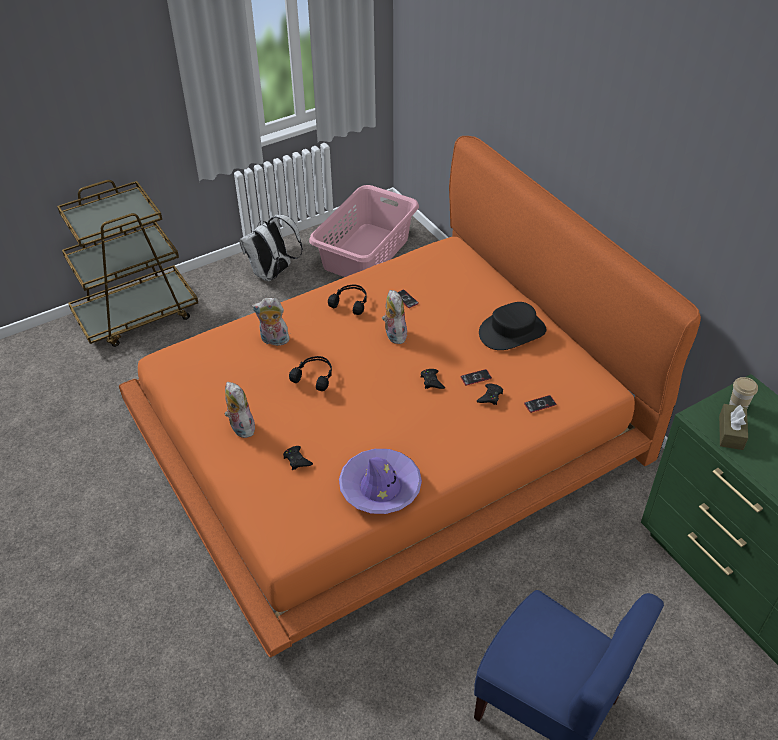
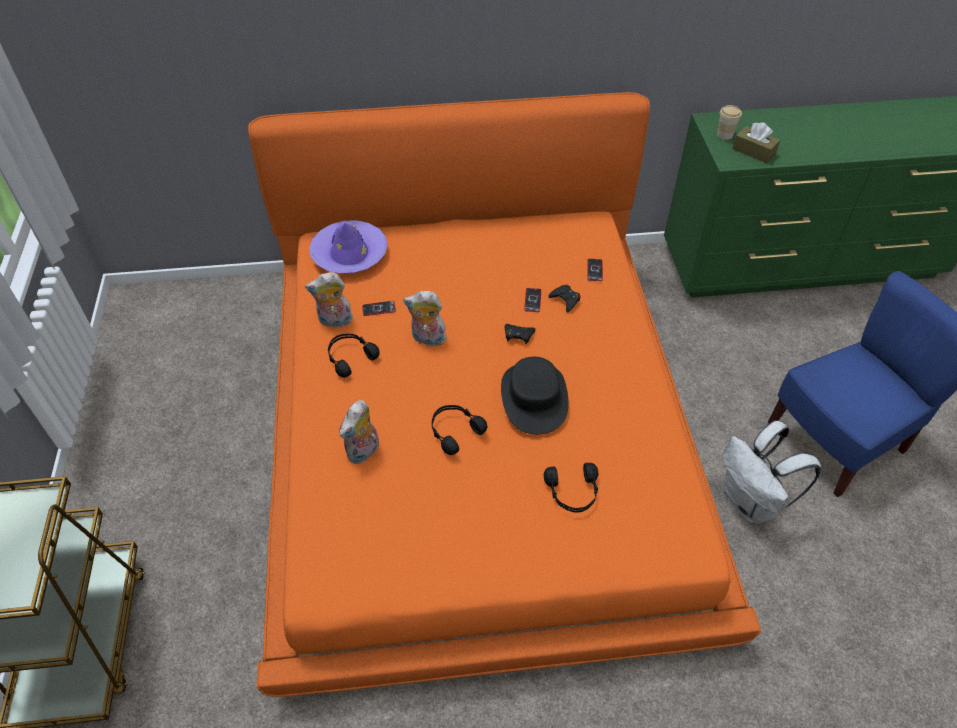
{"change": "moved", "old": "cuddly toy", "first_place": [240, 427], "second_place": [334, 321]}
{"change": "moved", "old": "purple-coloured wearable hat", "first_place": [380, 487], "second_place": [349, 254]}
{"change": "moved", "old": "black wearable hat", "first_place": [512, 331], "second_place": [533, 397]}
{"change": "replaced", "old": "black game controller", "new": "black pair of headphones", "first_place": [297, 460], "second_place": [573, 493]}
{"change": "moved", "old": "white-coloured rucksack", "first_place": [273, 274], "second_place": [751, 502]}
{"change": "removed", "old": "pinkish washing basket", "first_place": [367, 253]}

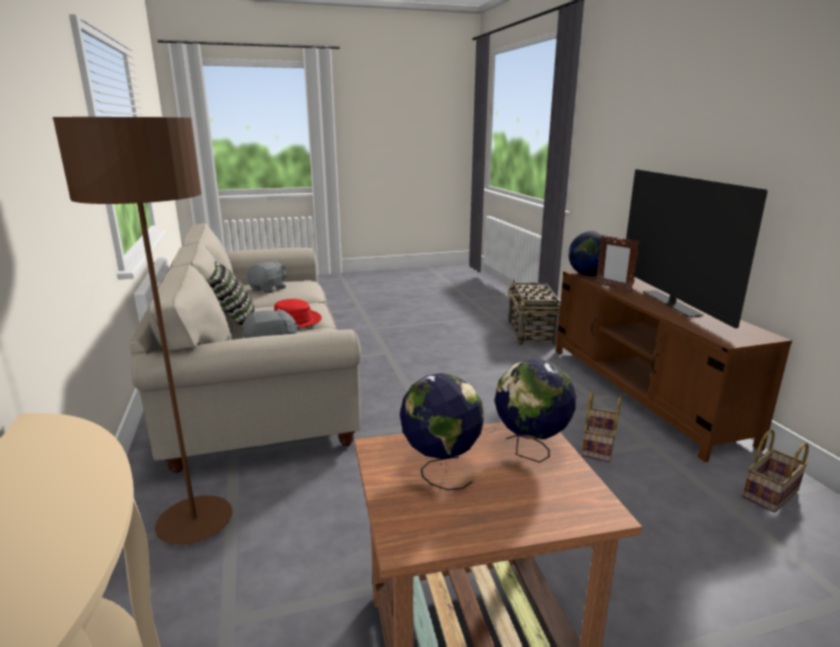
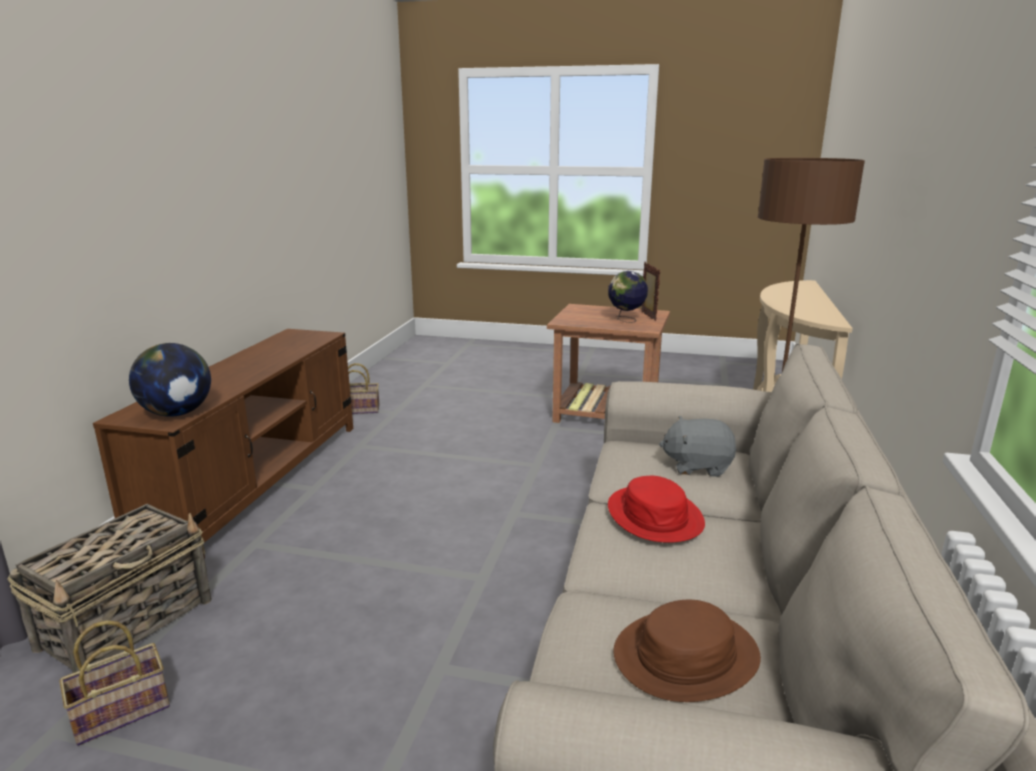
{"change": "moved", "old": "basket", "first_place": [599, 447], "second_place": [123, 710]}
{"change": "replaced", "old": "greyish cuddly toy", "new": "brown wearable hat", "first_place": [269, 289], "second_place": [686, 656]}
{"change": "moved", "old": "picture frame", "first_place": [613, 287], "second_place": [648, 316]}
{"change": "removed", "old": "pillow", "first_place": [235, 326]}
{"change": "removed", "old": "desk globe", "first_place": [530, 452]}
{"change": "removed", "old": "television", "first_place": [671, 303]}

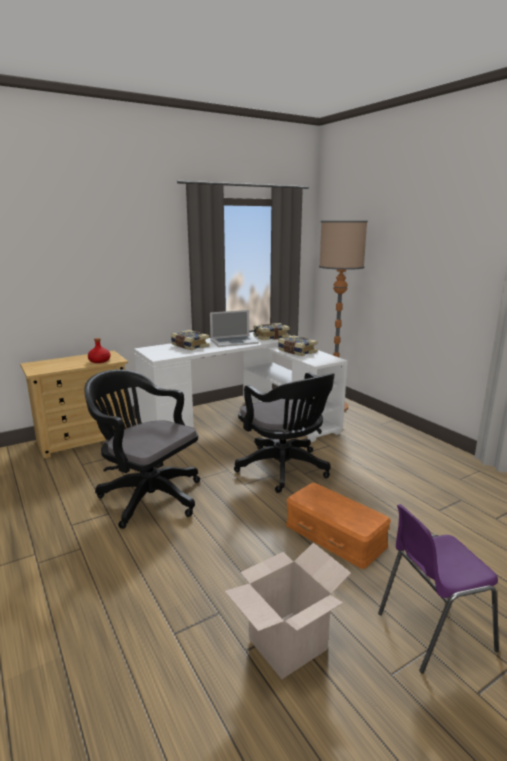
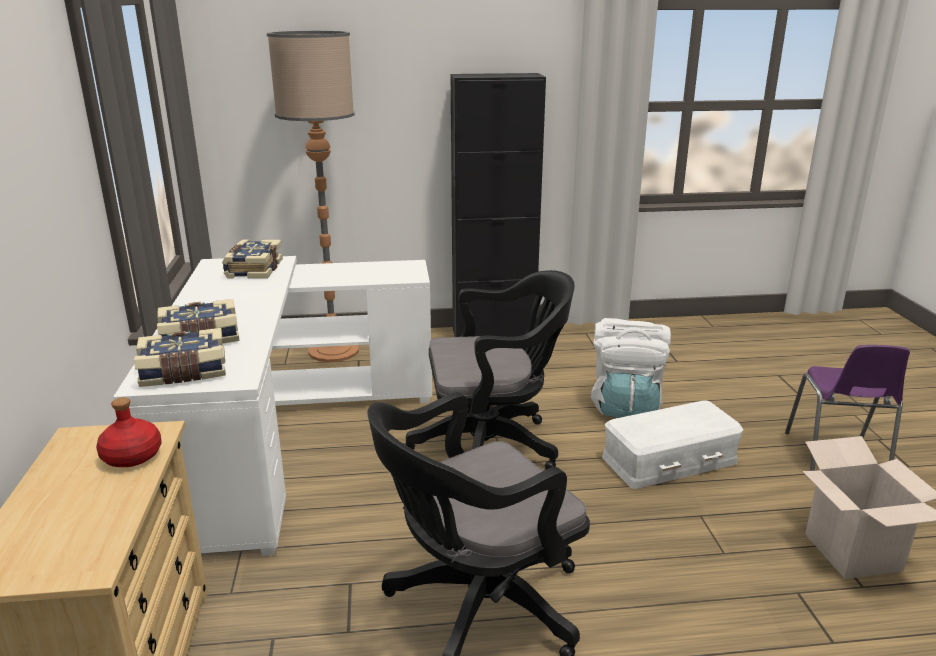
{"change": "moved", "old": "volume", "first_place": [296, 352], "second_place": [184, 372]}
{"change": "added", "new": "black cupboard", "second_place": [493, 333]}
{"change": "added", "new": "white-coloured rucksack", "second_place": [625, 406]}
{"change": "recoloured", "old": "orange storage container", "new": "white-coloured storage container", "first_place": [334, 535], "second_place": [670, 460]}
{"change": "removed", "old": "notebook computer", "first_place": [234, 341]}

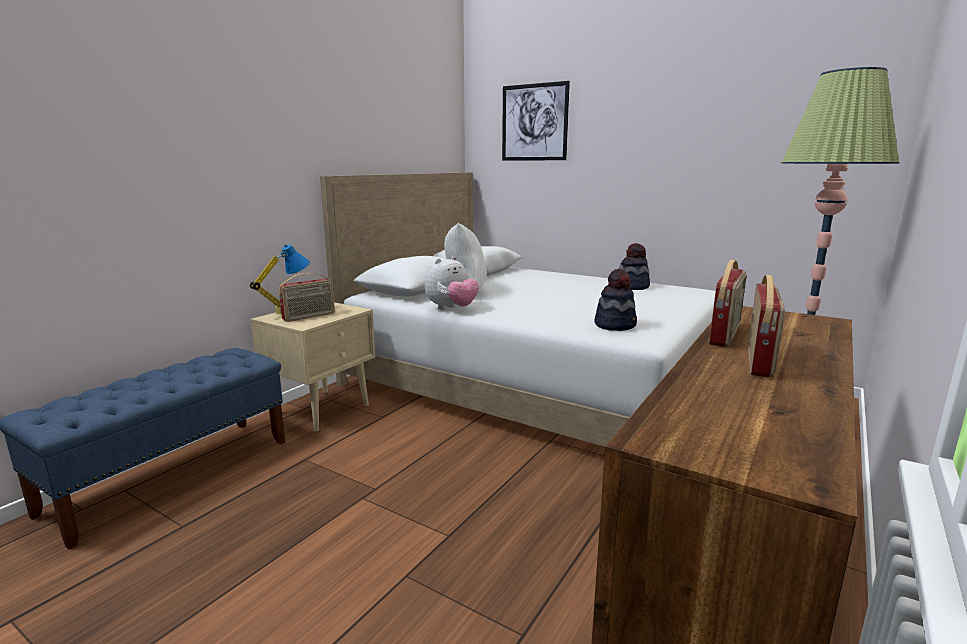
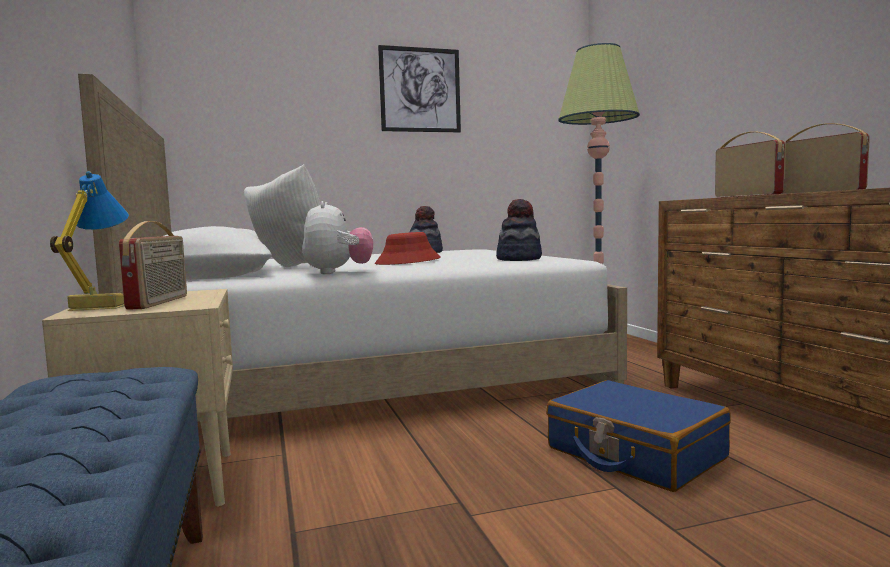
{"change": "added", "new": "reddish wearable hat", "second_place": [408, 262]}
{"change": "moved", "old": "wall picture", "first_place": [534, 122], "second_place": [420, 90]}
{"change": "added", "new": "blue-coloured suitcase", "second_place": [634, 454]}

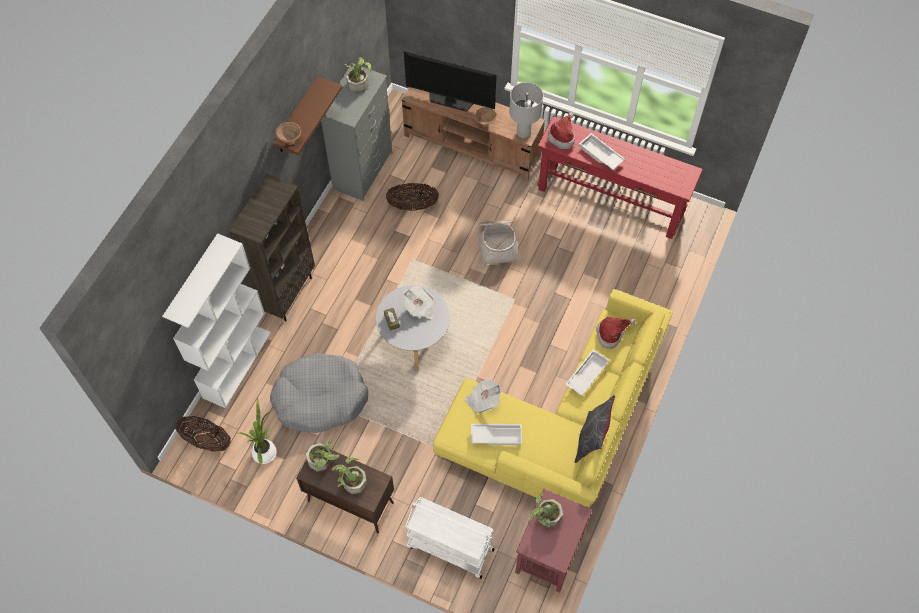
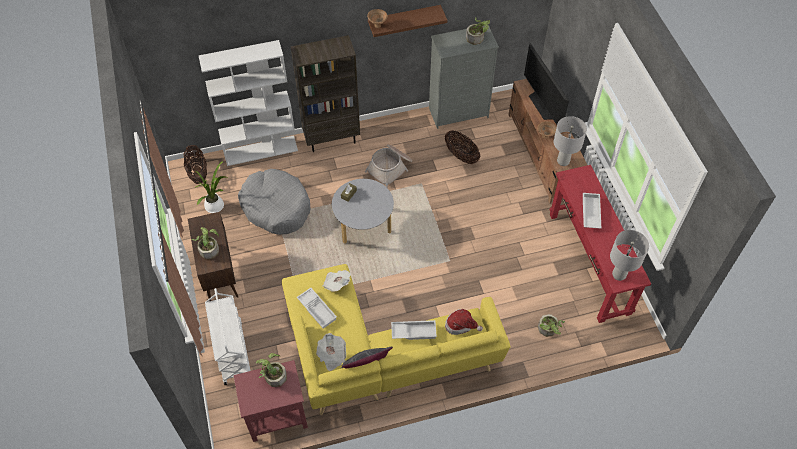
{"change": "moved", "old": "newspaper", "first_place": [420, 307], "second_place": [332, 356]}
{"change": "moved", "old": "basket", "first_place": [497, 244], "second_place": [390, 168]}
{"change": "moved", "old": "plant in a pot", "first_place": [323, 461], "second_place": [548, 330]}
{"change": "added", "new": "greyish table lamp", "second_place": [618, 274]}
{"change": "removed", "old": "wearable hat", "first_place": [562, 136]}

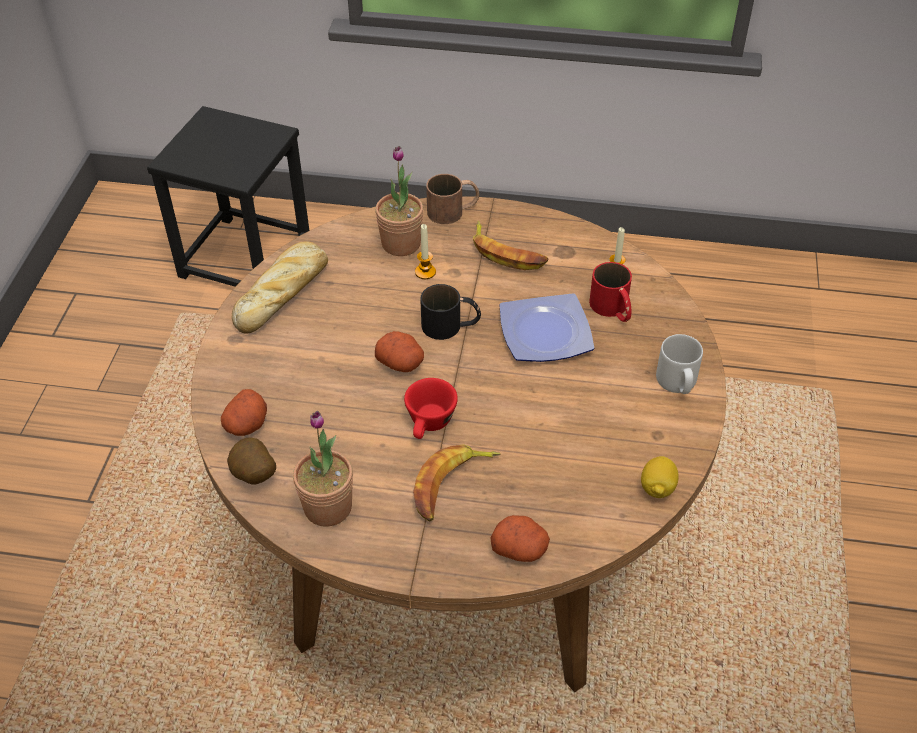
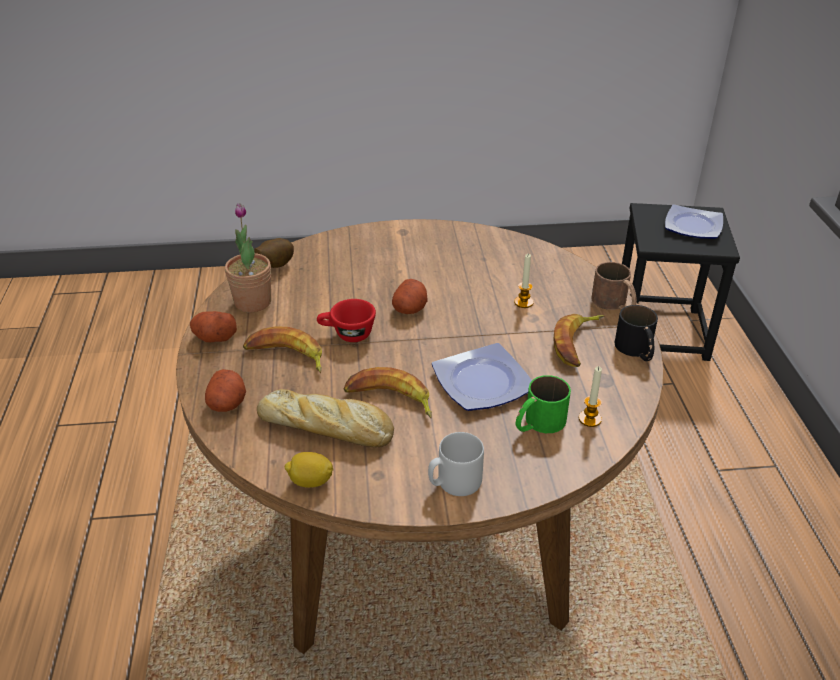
{"change": "moved", "old": "potato", "first_place": [247, 424], "second_place": [214, 337]}
{"change": "moved", "old": "bread", "first_place": [283, 292], "second_place": [328, 427]}
{"change": "added", "new": "banana fruit", "second_place": [390, 399]}
{"change": "recoloured", "old": "reddish tea mug", "new": "greenish tea mug", "first_place": [613, 309], "second_place": [538, 423]}
{"change": "moved", "old": "black tea mug", "first_place": [451, 325], "second_place": [637, 351]}
{"change": "added", "new": "dinner plate", "second_place": [691, 226]}
{"change": "removed", "old": "plant in a pot", "first_place": [401, 244]}

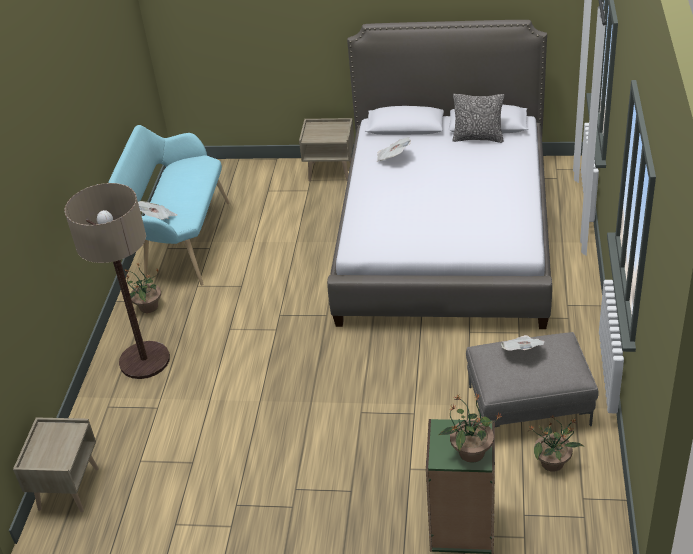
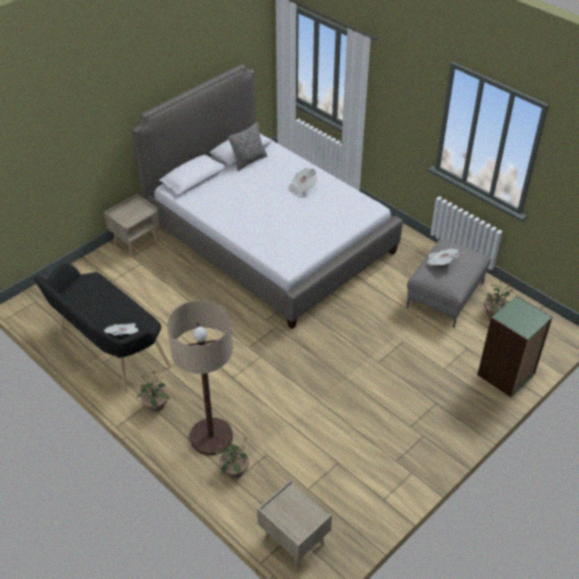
{"change": "recoloured", "old": "turquoise long seat", "new": "black long seat", "first_place": [182, 242], "second_place": [108, 351]}
{"change": "moved", "old": "plant in a pot", "first_place": [470, 452], "second_place": [234, 471]}
{"change": "moved", "old": "newspaper", "first_place": [393, 157], "second_place": [302, 188]}

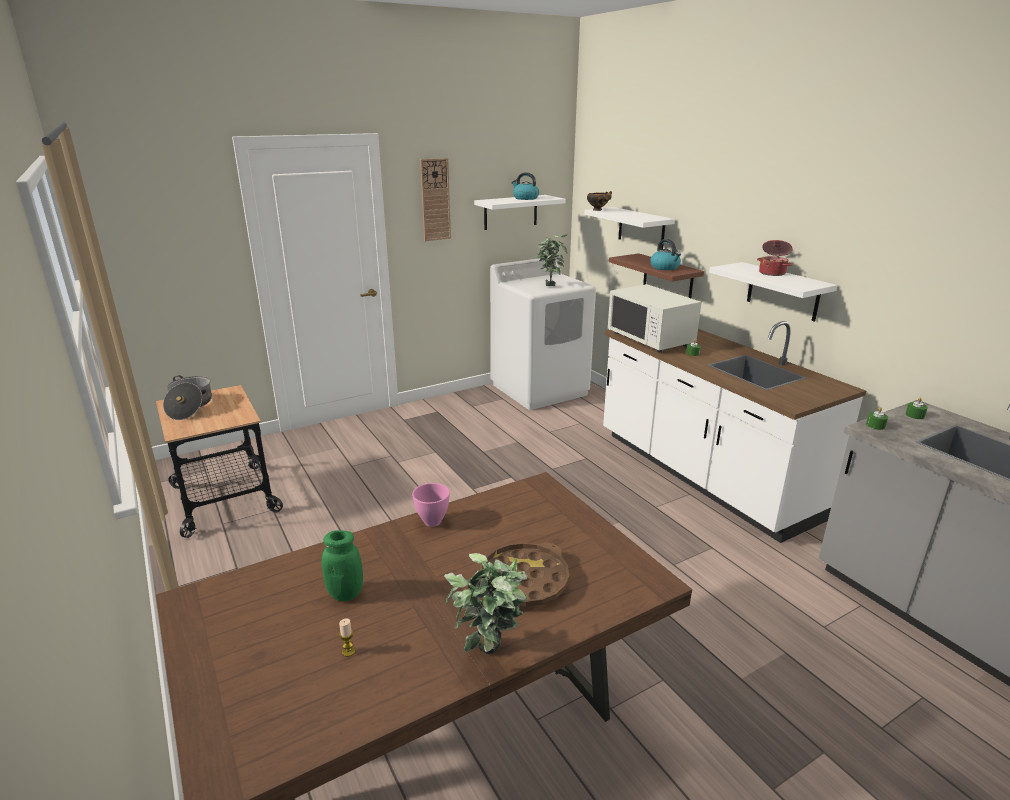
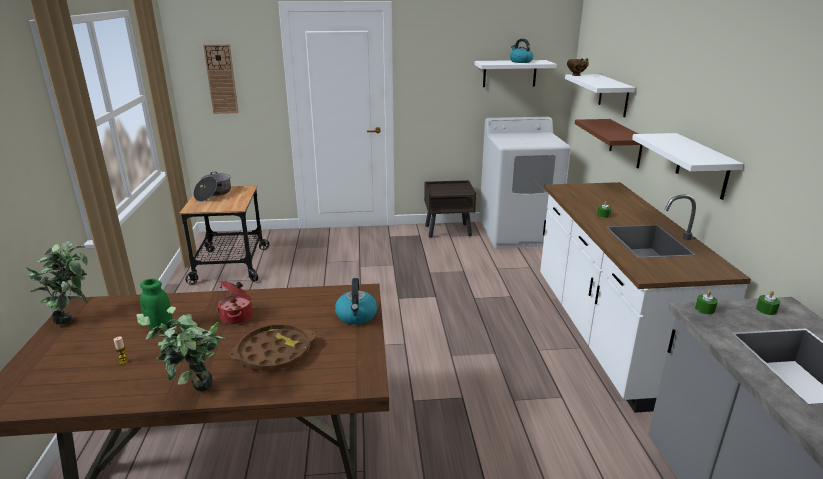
{"change": "moved", "old": "plant in a pot", "first_place": [550, 285], "second_place": [74, 318]}
{"change": "moved", "old": "hanging clock", "first_place": [435, 200], "second_place": [221, 79]}
{"change": "moved", "old": "saucepot", "first_place": [772, 273], "second_place": [238, 317]}
{"change": "moved", "old": "tea kettle", "first_place": [665, 267], "second_place": [356, 316]}
{"change": "added", "new": "brown nightstand", "second_place": [448, 230]}
{"change": "removed", "old": "pinkish deep dish", "first_place": [432, 521]}
{"change": "removed", "old": "white-coloured microwave", "first_place": [651, 339]}

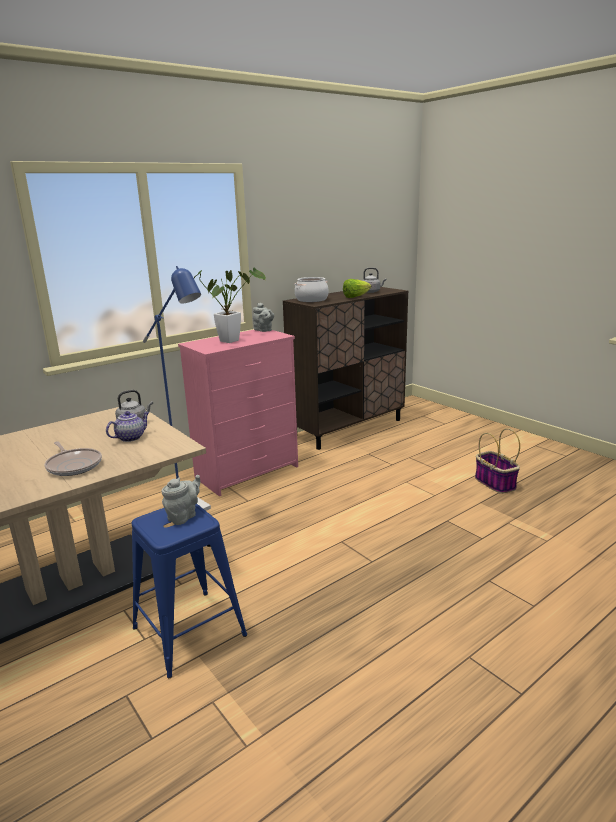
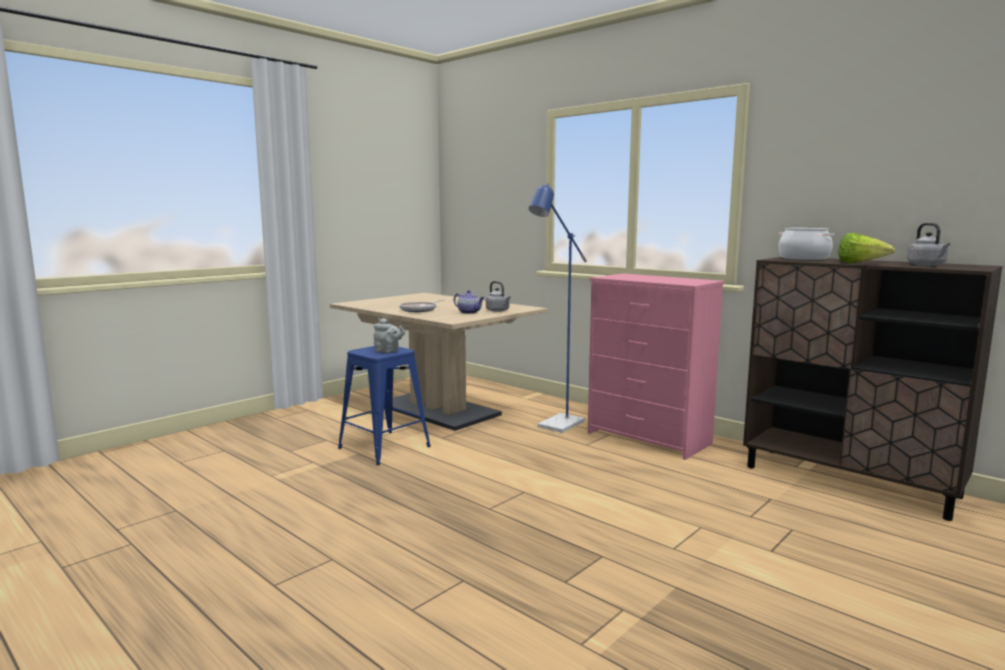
{"change": "removed", "old": "plant in a pot", "first_place": [232, 340]}
{"change": "removed", "old": "greyish pot for tea", "first_place": [264, 330]}
{"change": "removed", "old": "basket", "first_place": [494, 483]}

